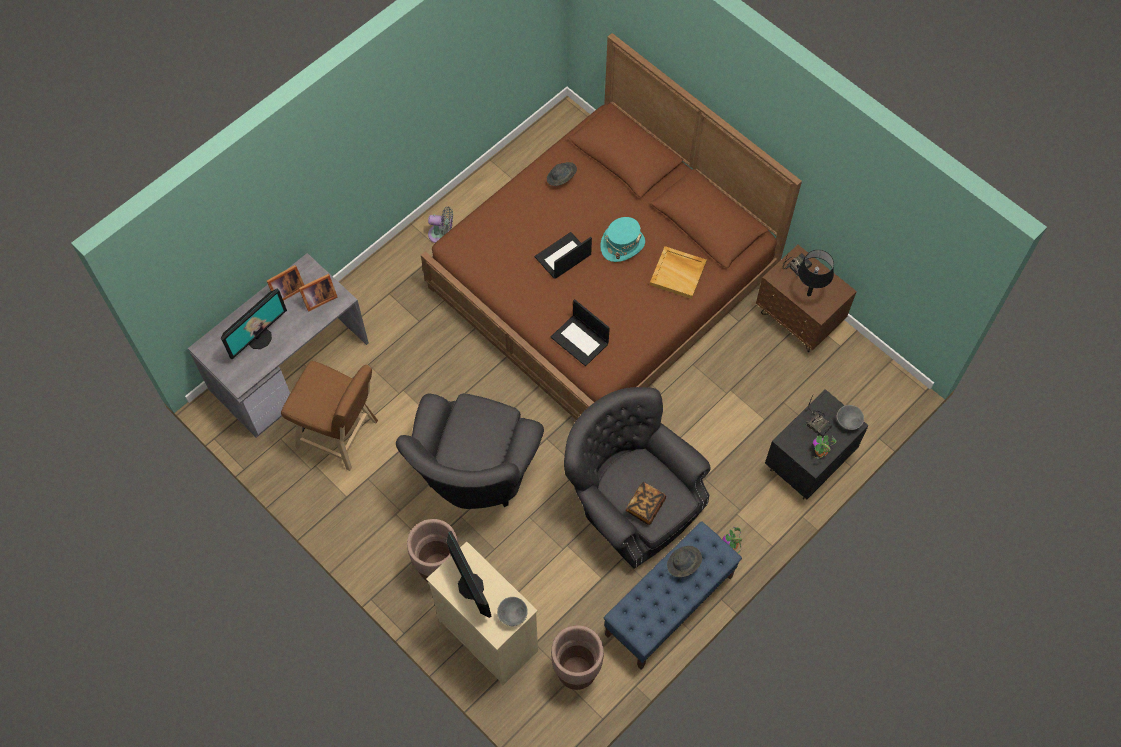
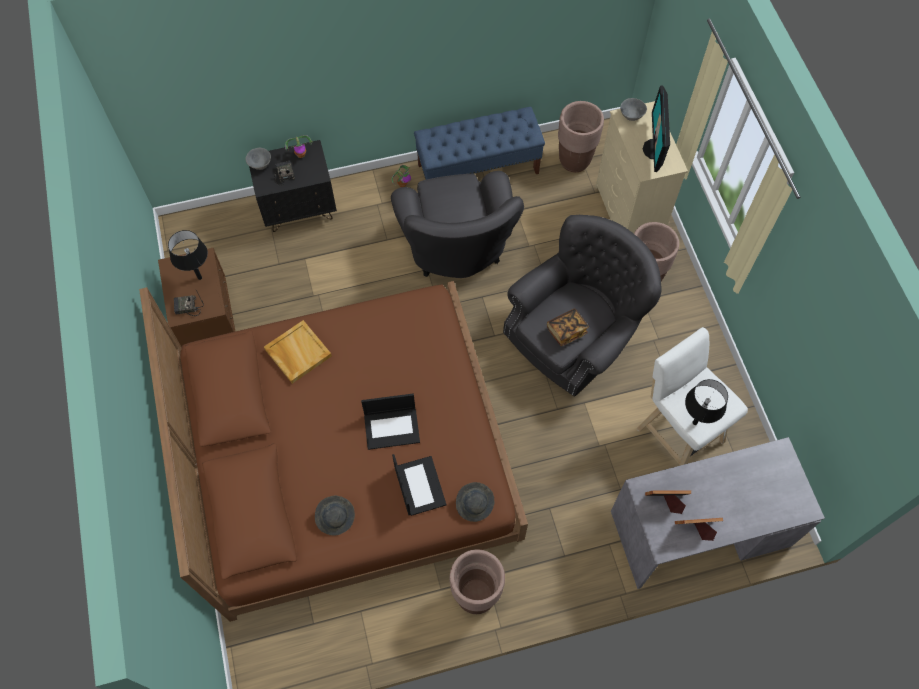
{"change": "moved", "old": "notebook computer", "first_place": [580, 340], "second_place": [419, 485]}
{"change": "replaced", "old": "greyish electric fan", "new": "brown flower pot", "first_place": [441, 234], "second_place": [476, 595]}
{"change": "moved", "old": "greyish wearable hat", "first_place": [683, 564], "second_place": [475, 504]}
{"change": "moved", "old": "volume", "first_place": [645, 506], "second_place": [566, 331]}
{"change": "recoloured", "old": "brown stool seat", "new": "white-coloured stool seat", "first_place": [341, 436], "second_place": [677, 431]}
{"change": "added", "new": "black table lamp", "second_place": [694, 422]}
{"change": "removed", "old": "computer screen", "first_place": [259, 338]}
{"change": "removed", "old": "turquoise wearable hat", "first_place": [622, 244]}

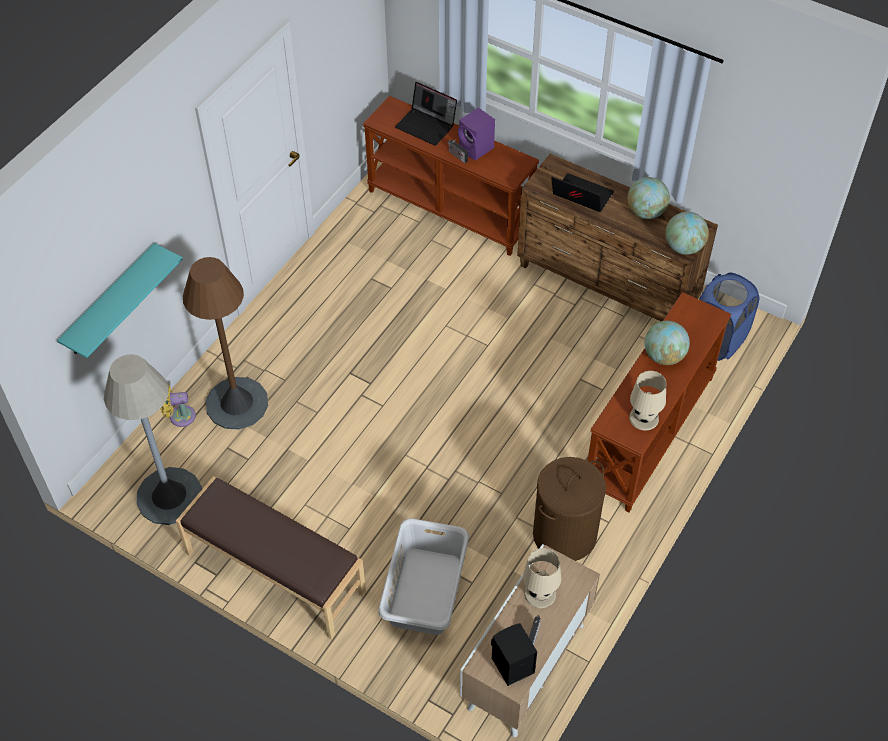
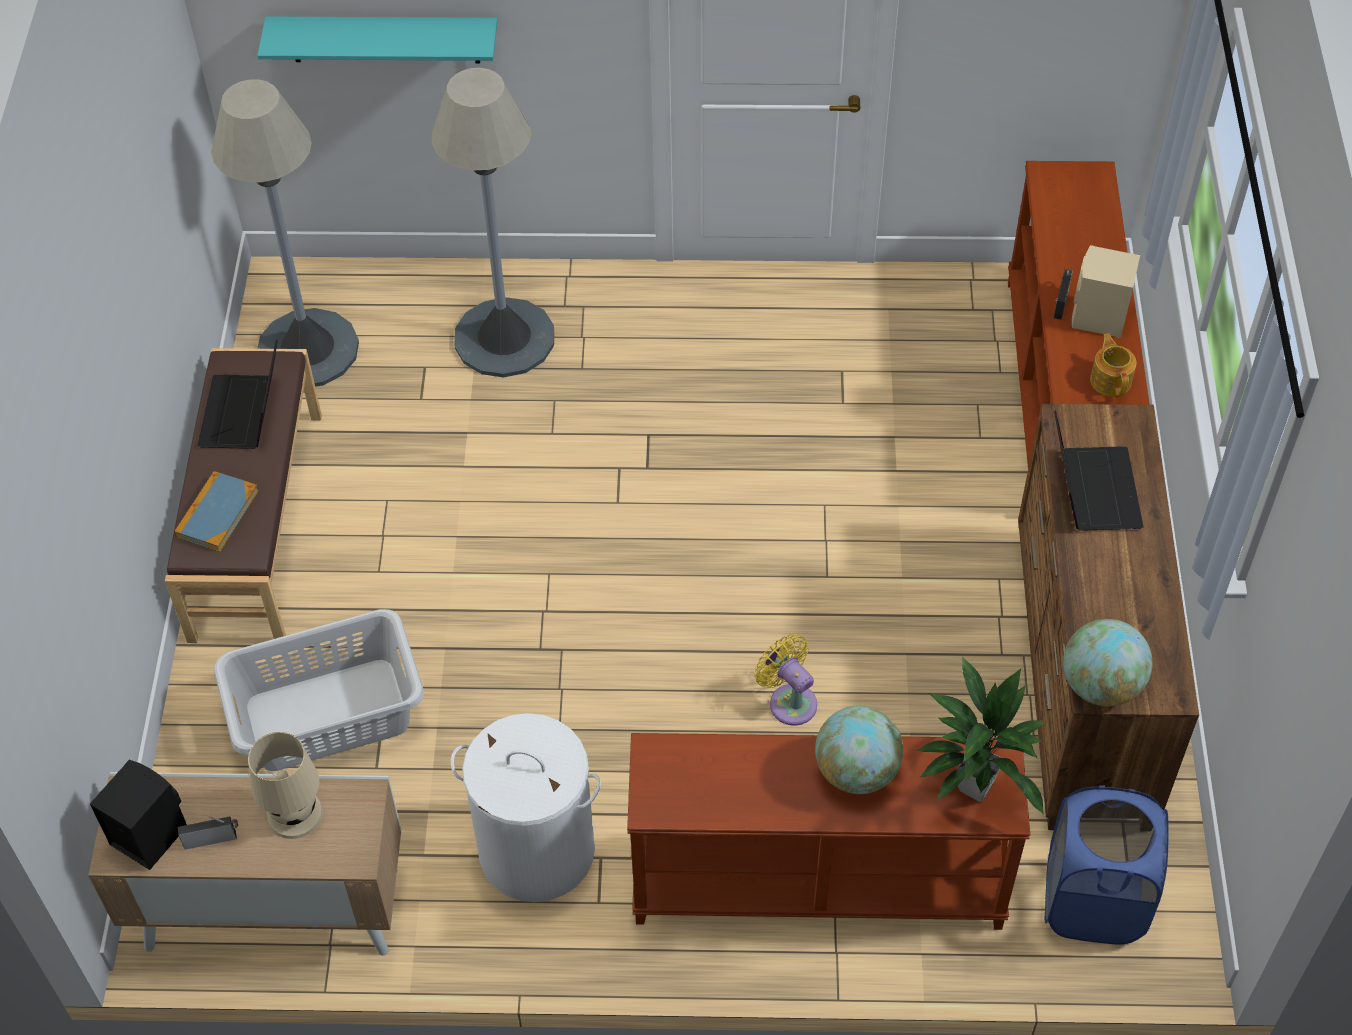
{"change": "added", "new": "volume", "second_place": [217, 514]}
{"change": "moved", "old": "notebook computer", "first_place": [427, 125], "second_place": [244, 414]}
{"change": "recoloured", "old": "brown standard lamp", "new": "greyish standard lamp", "first_place": [237, 404], "second_place": [504, 338]}
{"change": "recoloured", "old": "brown washing basket", "new": "white-coloured washing basket", "first_place": [564, 534], "second_place": [536, 851]}
{"change": "moved", "old": "yellowish electric fan", "first_place": [179, 416], "second_place": [789, 701]}
{"change": "added", "new": "plant in a pot", "second_place": [974, 788]}
{"change": "recoloured", "old": "purple-coloured audio speaker", "new": "sand-coloured audio speaker", "first_place": [477, 149], "second_place": [1098, 318]}
{"change": "added", "new": "pot for tea", "second_place": [1111, 380]}
{"change": "removed", "old": "desk globe", "first_place": [646, 212]}
{"change": "removed", "old": "sand-coloured table lamp", "first_place": [644, 417]}

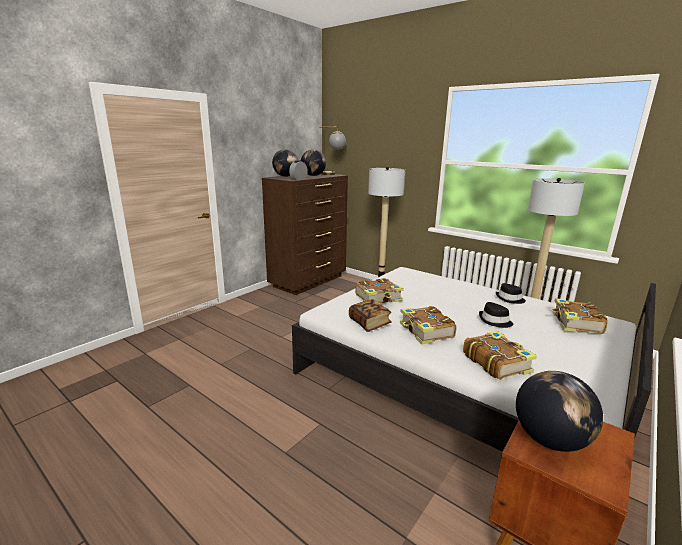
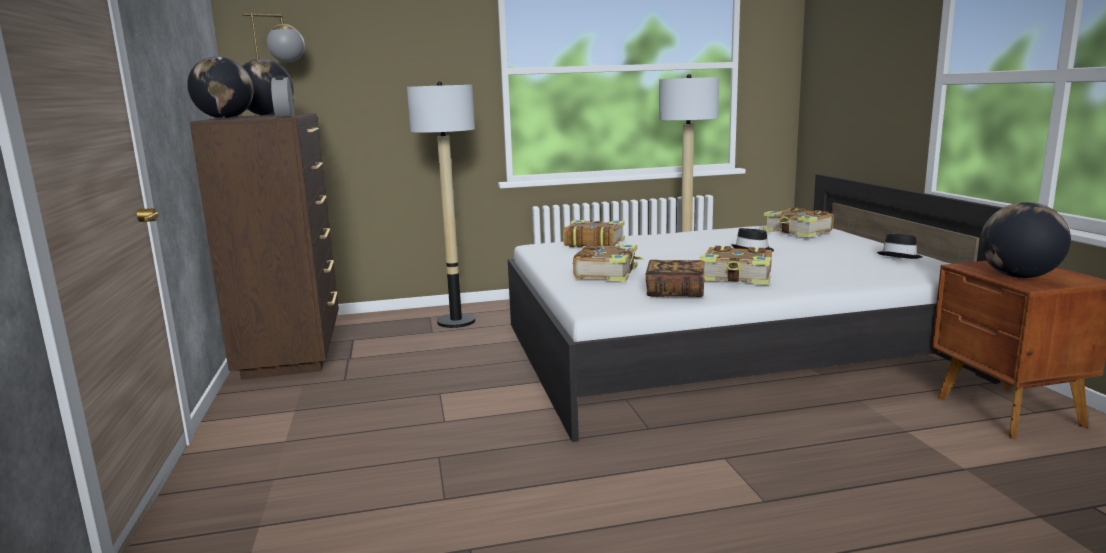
{"change": "moved", "old": "volume", "first_place": [496, 362], "second_place": [593, 243]}
{"change": "moved", "old": "black wearable hat", "first_place": [510, 299], "second_place": [900, 256]}

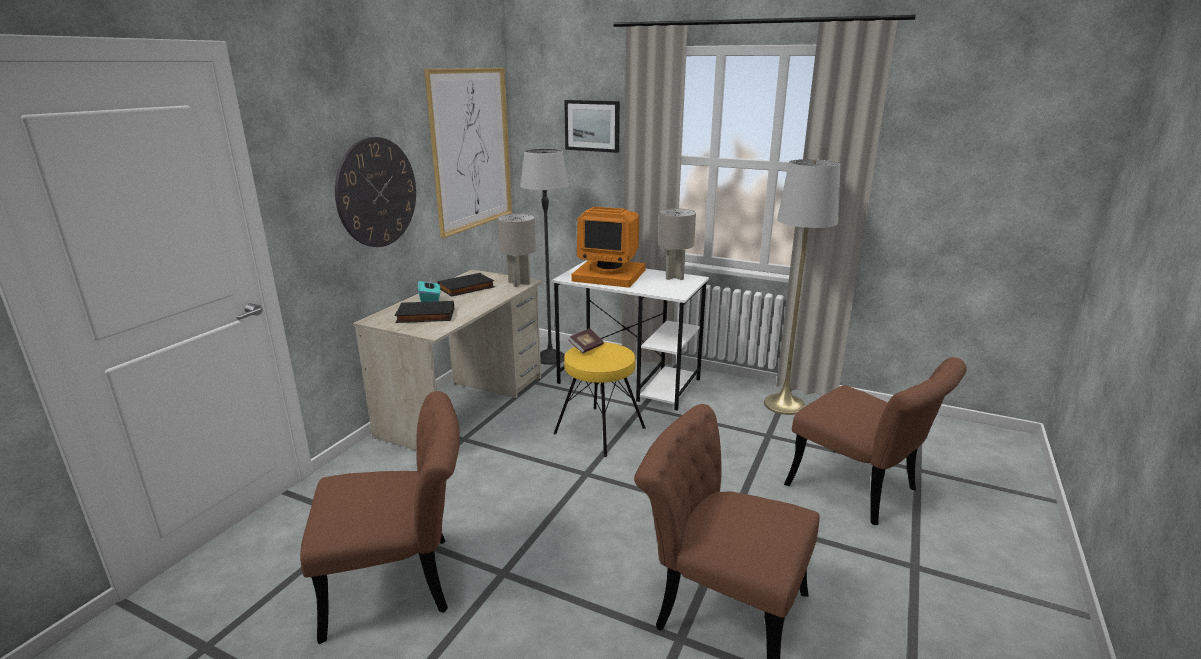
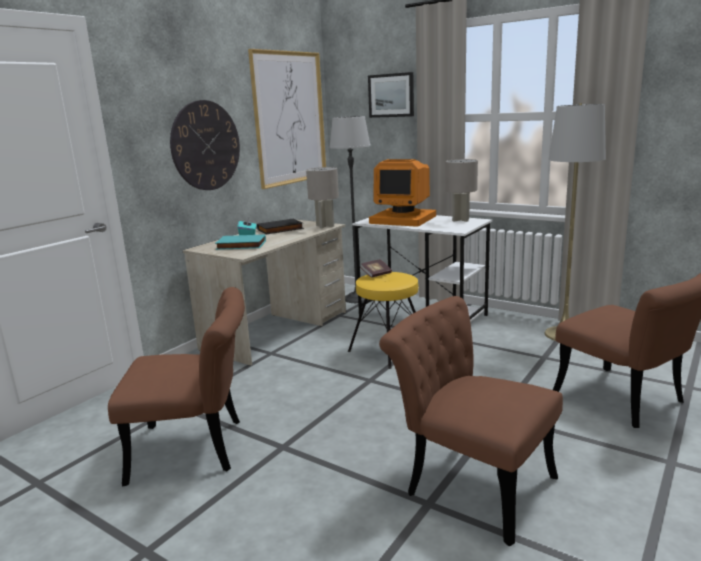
{"change": "recoloured", "old": "black volume", "new": "turquoise volume", "first_place": [425, 316], "second_place": [240, 245]}

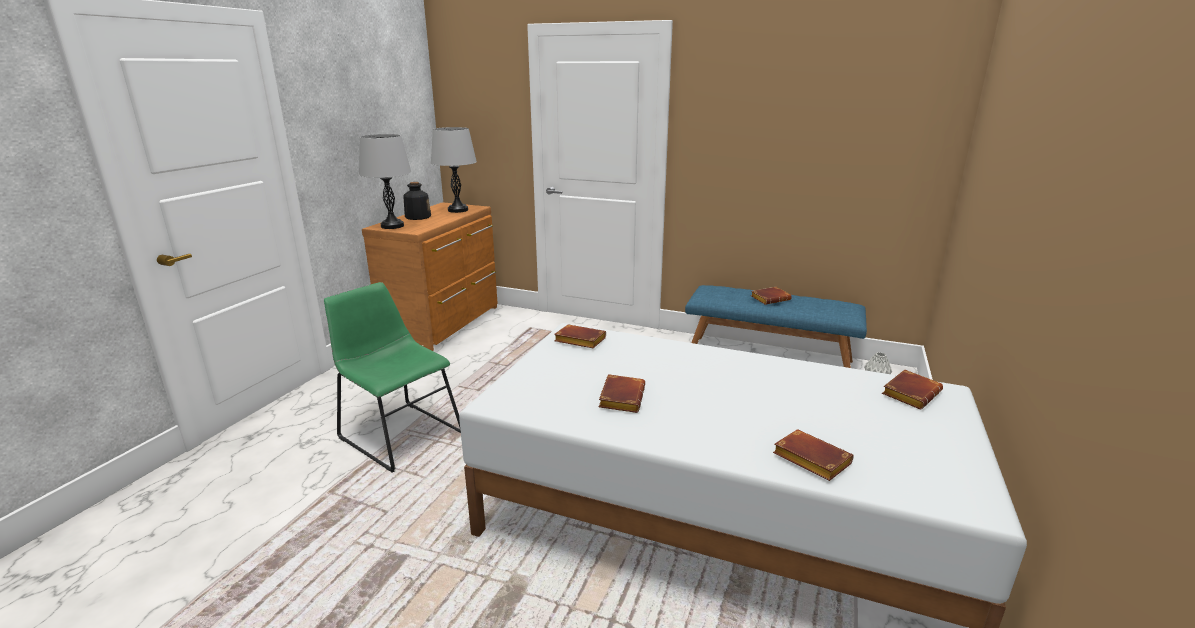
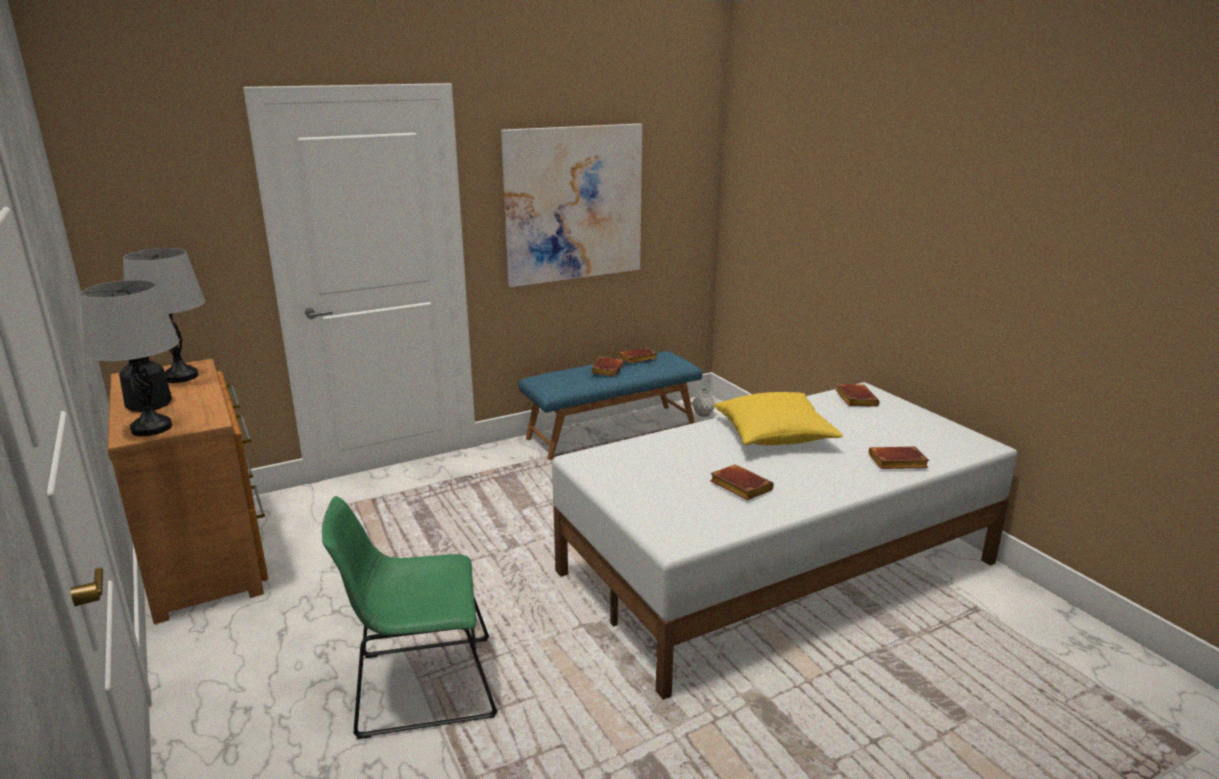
{"change": "added", "new": "wall picture", "second_place": [574, 204]}
{"change": "moved", "old": "brown volume", "first_place": [578, 341], "second_place": [637, 359]}
{"change": "added", "new": "yellowish pillow", "second_place": [774, 435]}

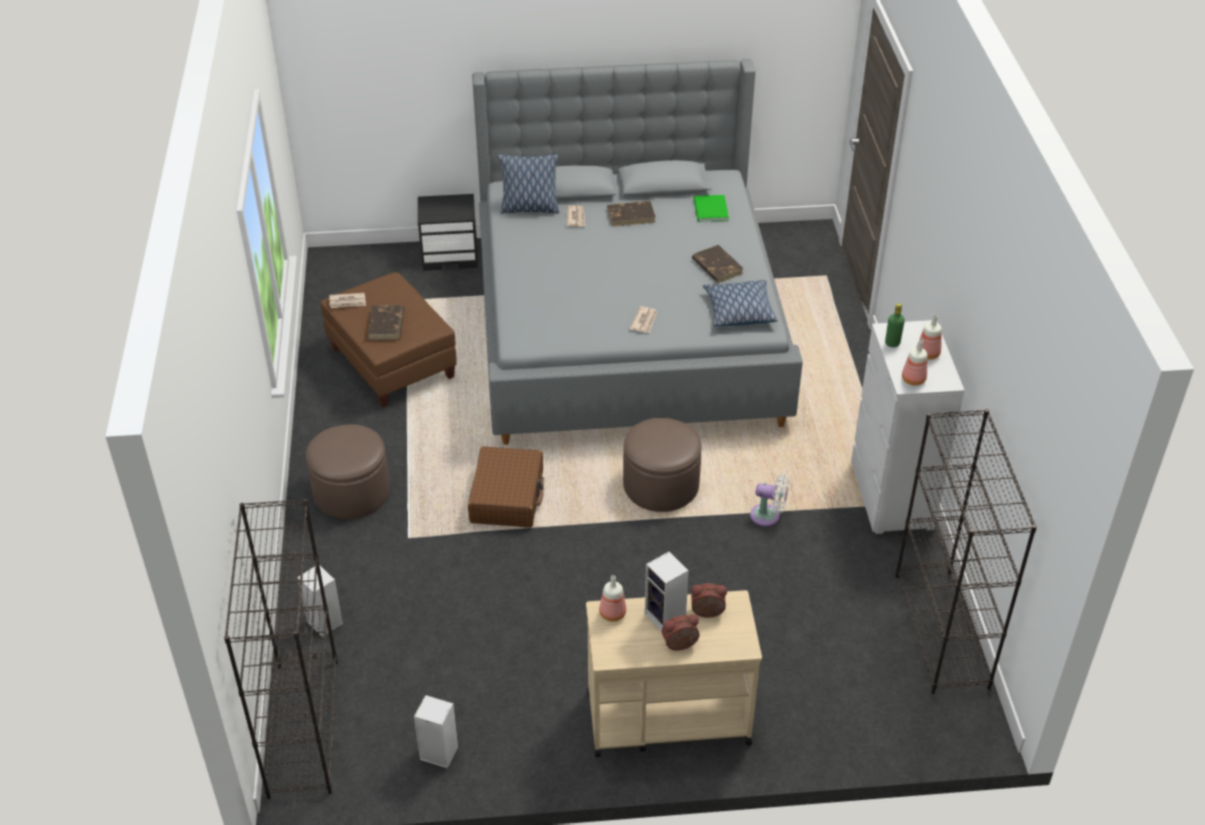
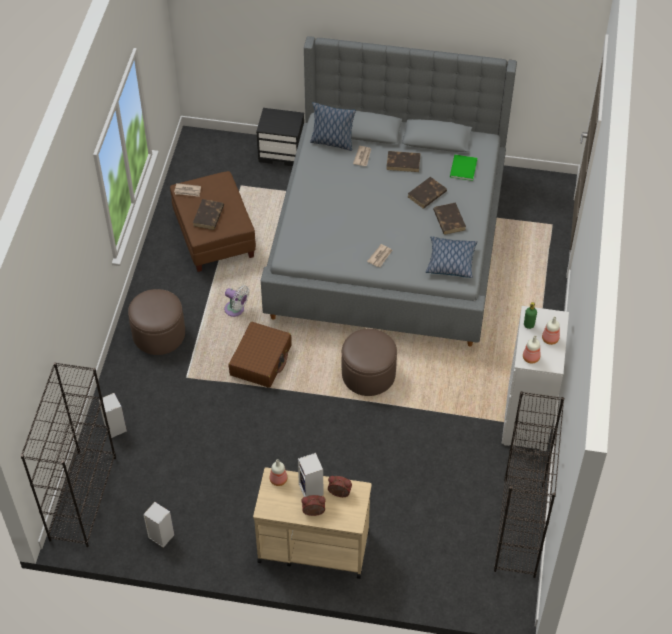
{"change": "moved", "old": "white-coloured electric fan", "first_place": [768, 516], "second_place": [236, 310]}
{"change": "added", "new": "brown volume", "second_place": [426, 194]}

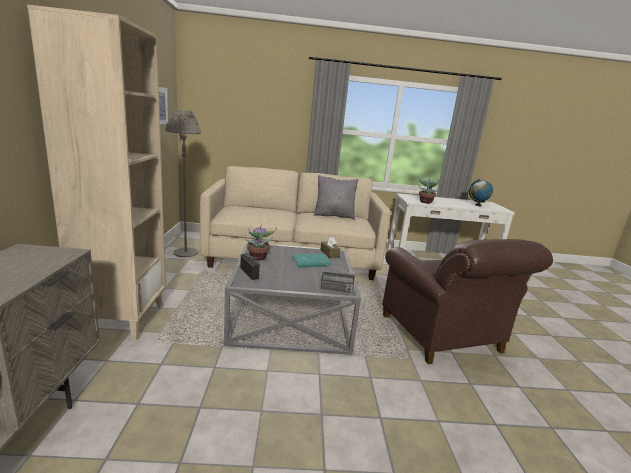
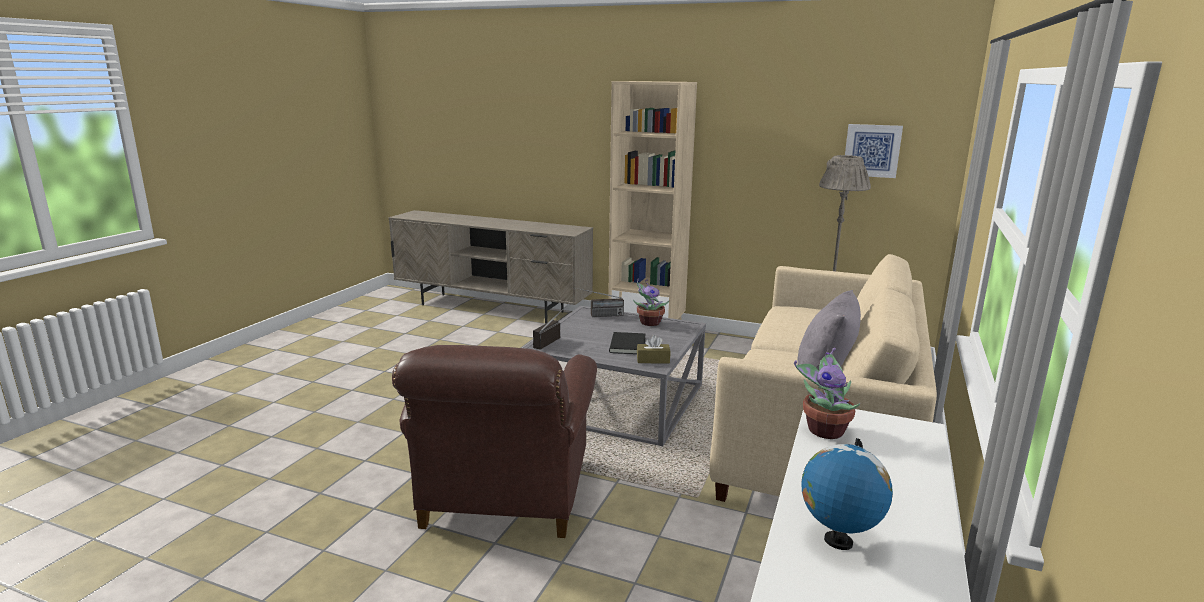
{"change": "turned", "old": "brown easy chair", "first_place": [443, 336], "second_place": [504, 498], "degrees": -90}
{"change": "recoloured", "old": "turquoise volume", "new": "black volume", "first_place": [310, 261], "second_place": [629, 345]}

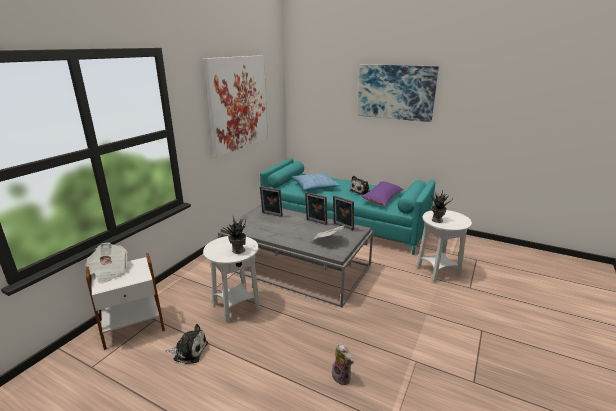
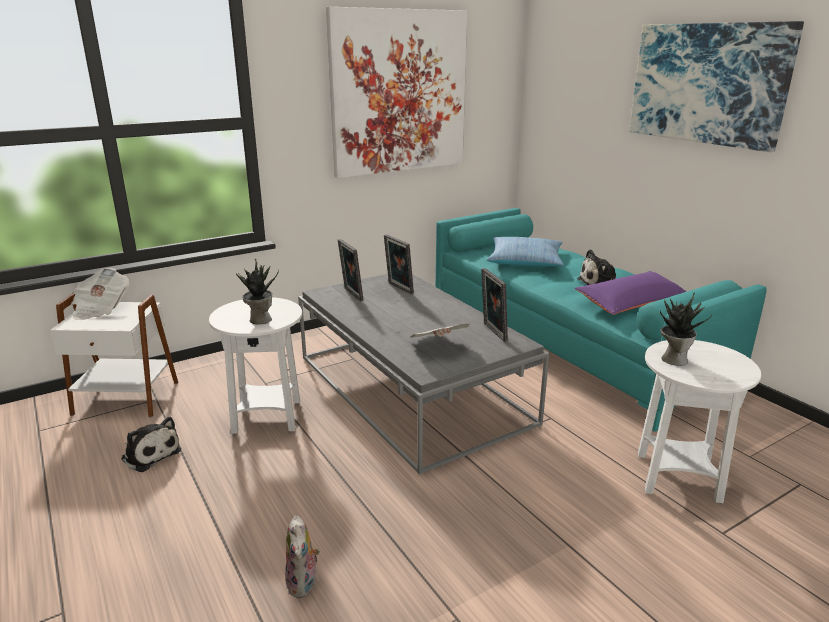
{"change": "moved", "old": "picture frame", "first_place": [316, 222], "second_place": [351, 295]}

